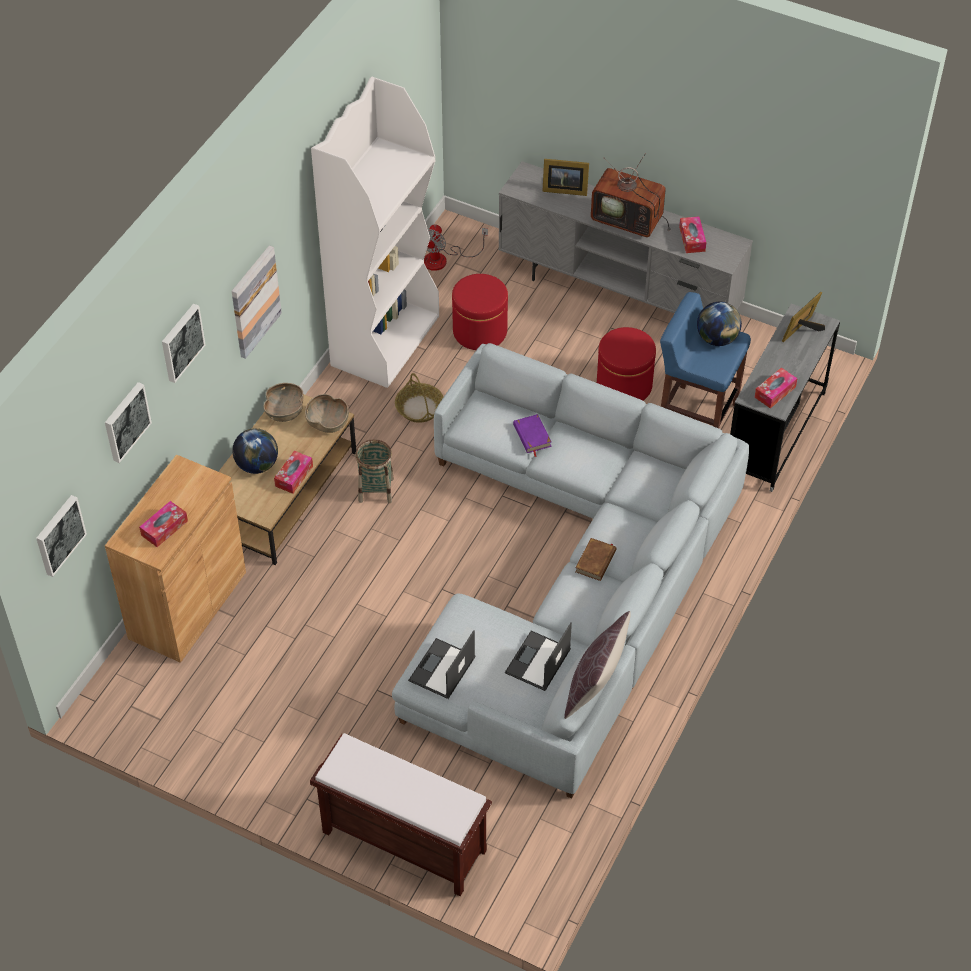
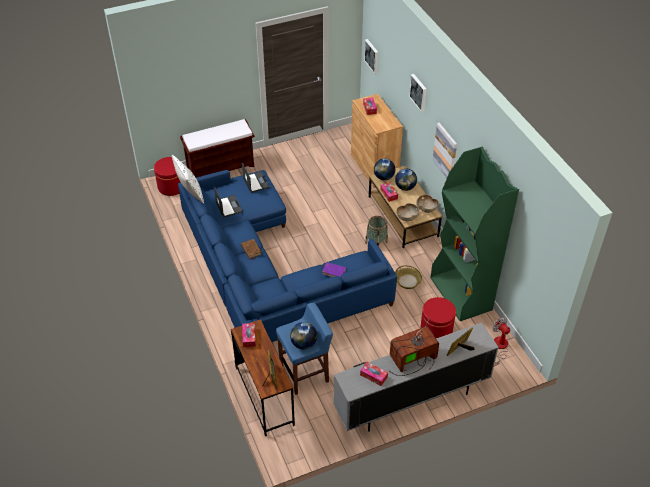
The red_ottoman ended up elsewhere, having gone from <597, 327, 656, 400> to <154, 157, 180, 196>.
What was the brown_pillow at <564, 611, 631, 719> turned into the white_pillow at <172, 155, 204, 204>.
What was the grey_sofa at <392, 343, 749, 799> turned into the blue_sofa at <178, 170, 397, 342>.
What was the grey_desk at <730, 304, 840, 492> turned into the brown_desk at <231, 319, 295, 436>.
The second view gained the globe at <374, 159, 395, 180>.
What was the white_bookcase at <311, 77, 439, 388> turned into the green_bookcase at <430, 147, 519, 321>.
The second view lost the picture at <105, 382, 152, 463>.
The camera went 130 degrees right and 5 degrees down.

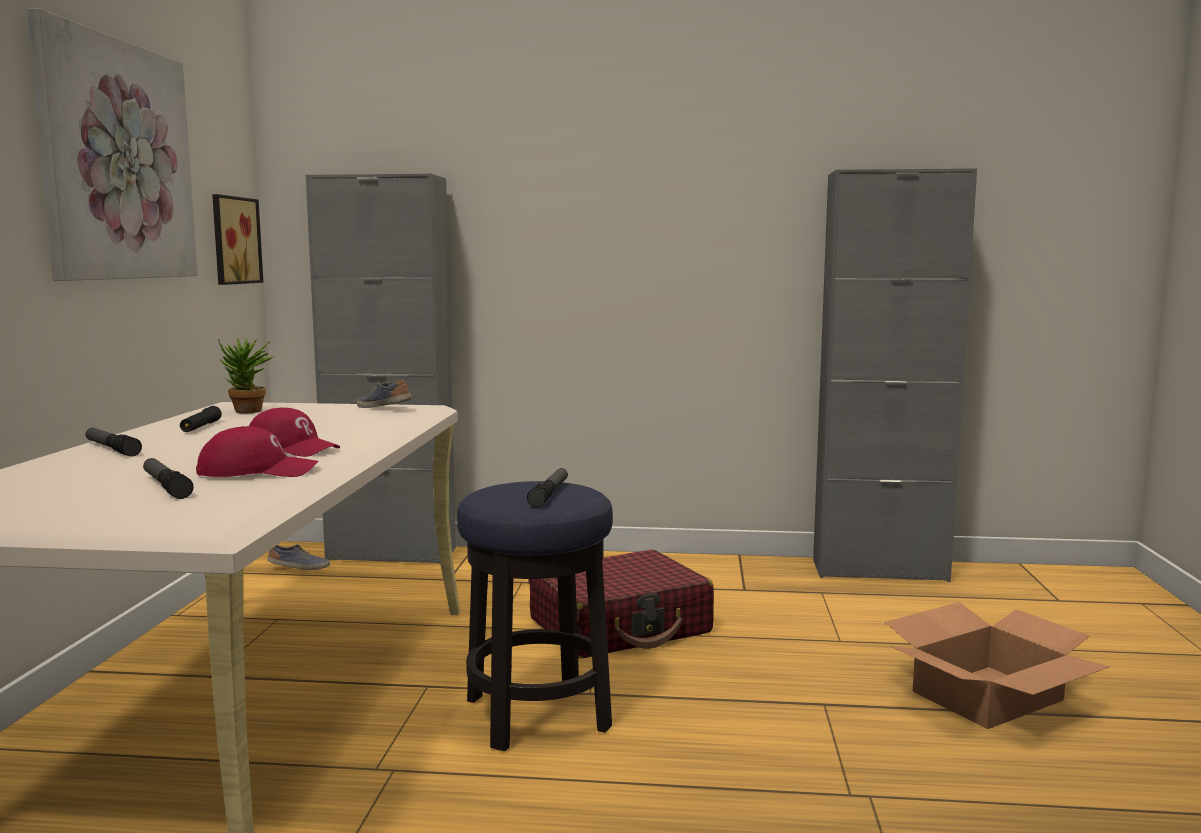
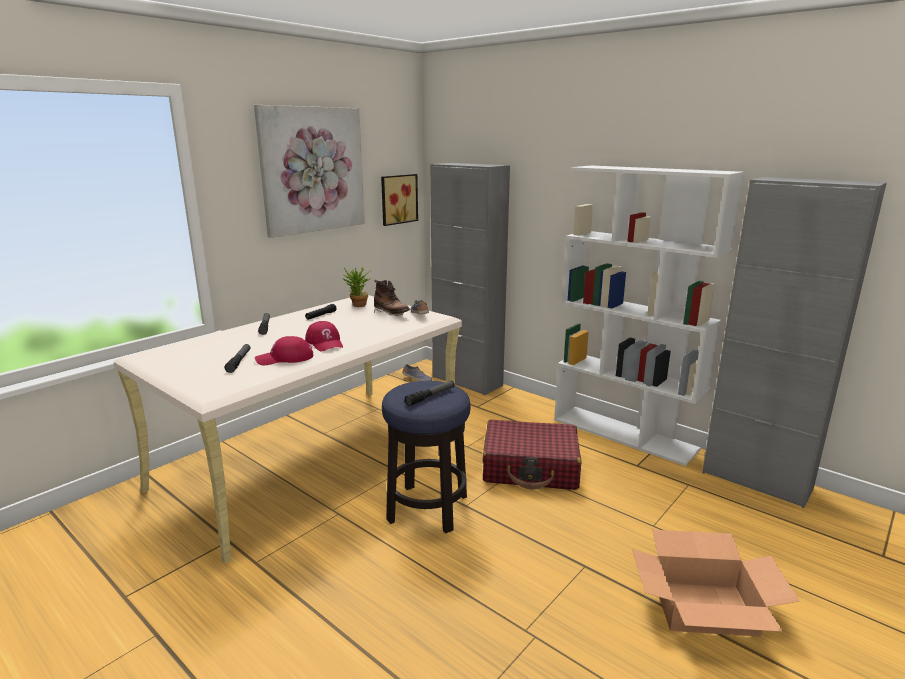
The red_cap at <196, 426, 318, 477> ended up facing another way, 135 degrees clockwise from before.
The second view gained the brown_boot at <374, 280, 410, 316>.
The second view gained the white_bookcase at <554, 166, 745, 466>.
The camera went 35 degrees right and 10 degrees up.

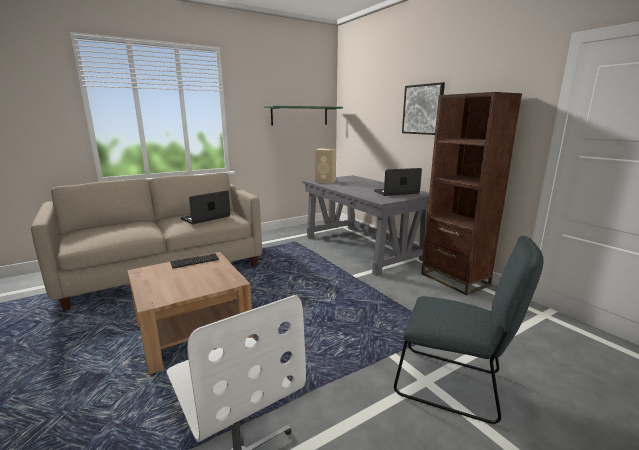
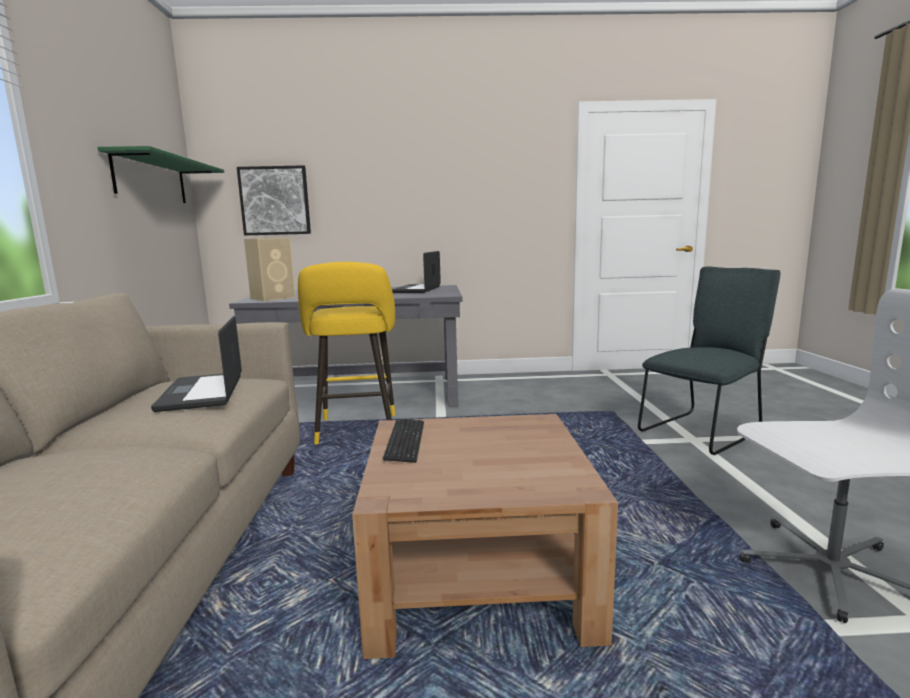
The picture ended up elsewhere, having gone from <402, 82, 445, 135> to <237, 165, 311, 235>.
The second view gained the yellow_stool at <298, 262, 395, 444>.
The second view lost the brown_bookcase at <421, 92, 522, 295>.
The camera went 60 degrees left and 5 degrees down.

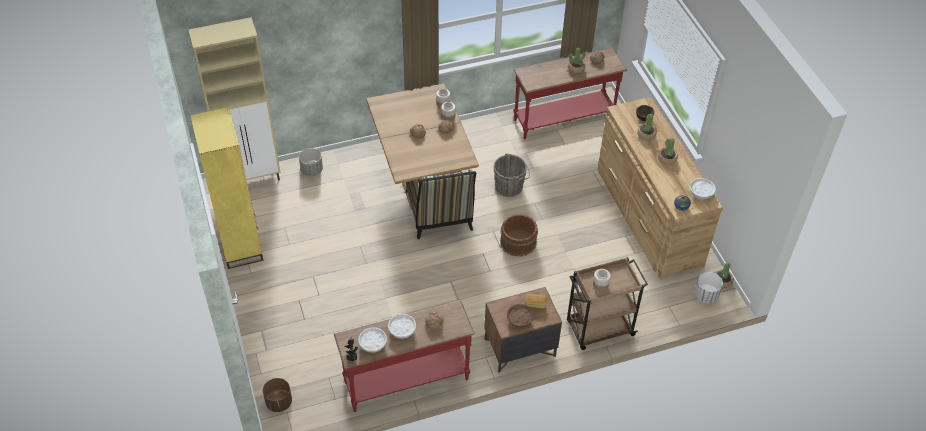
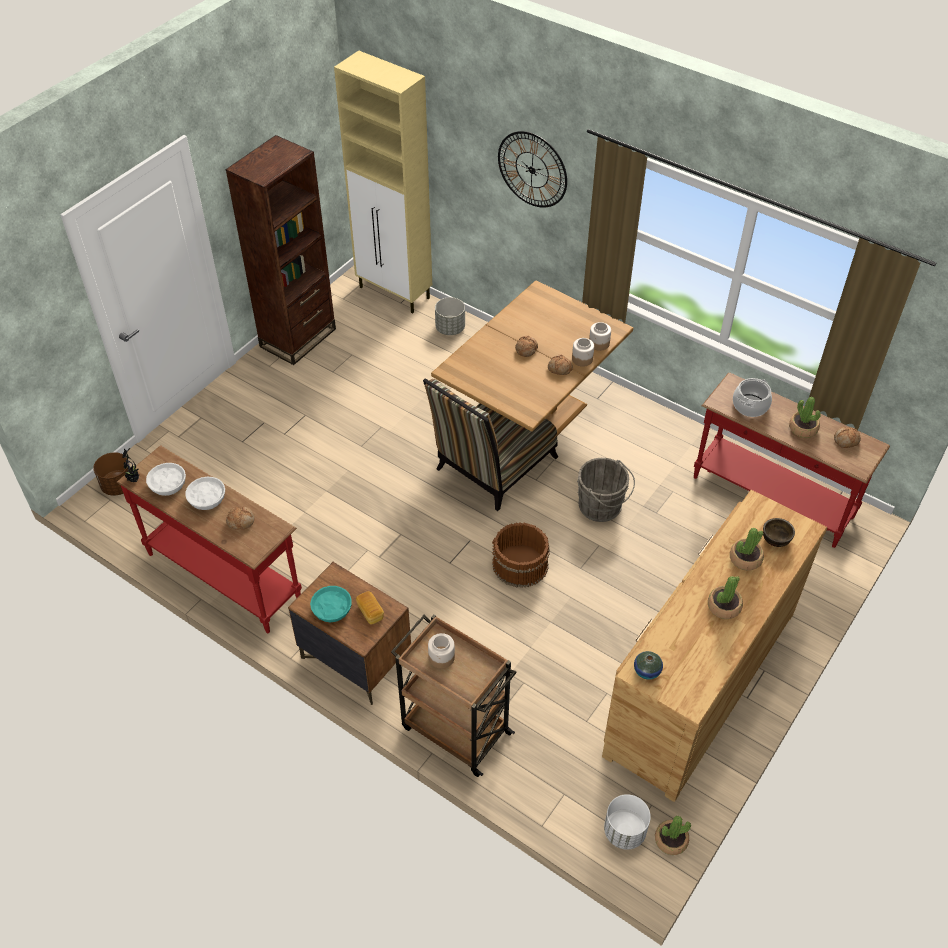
What was the yellow_bookcase at <190, 107, 263, 269> turned into the brown_bookcase at <226, 135, 336, 365>.
What was the brown_bowl at <507, 304, 534, 328> turned into the turquoise_bowl at <310, 586, 352, 622>.
The second view gained the wall_clock at <498, 131, 567, 208>.
The second view gained the cooking_pot at <733, 378, 772, 417>.
The second view lost the white_bowl at <690, 178, 716, 200>.
The camera went 55 degrees right and 0 degrees up.

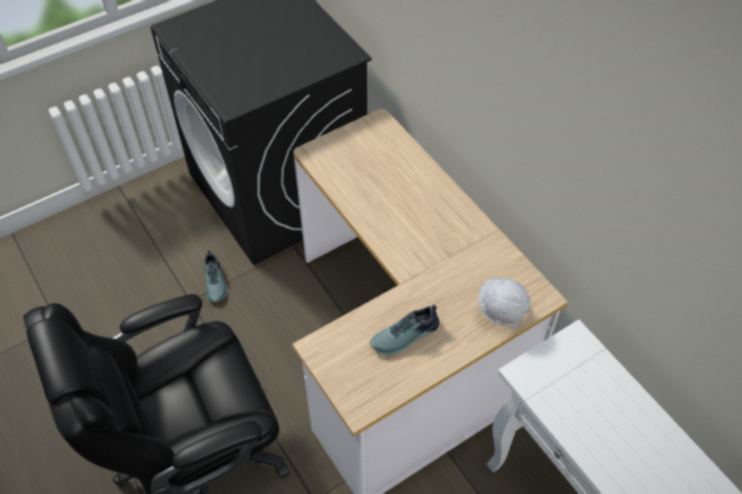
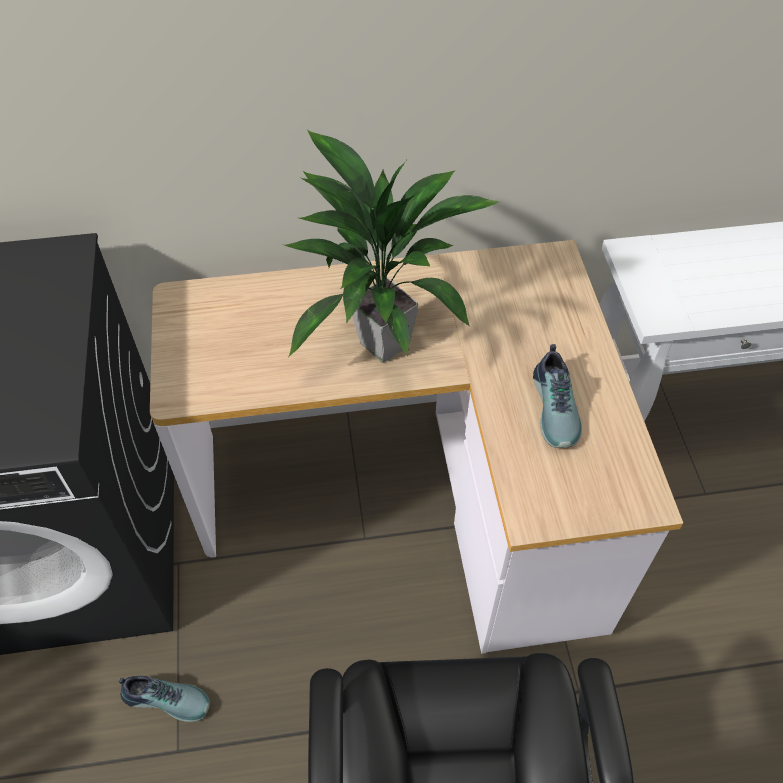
The second view gained the potted_plant at <284, 130, 500, 363>.
The second view lost the white_hard_hat at <478, 277, 531, 327>.
The camera went 65 degrees left and 0 degrees up.

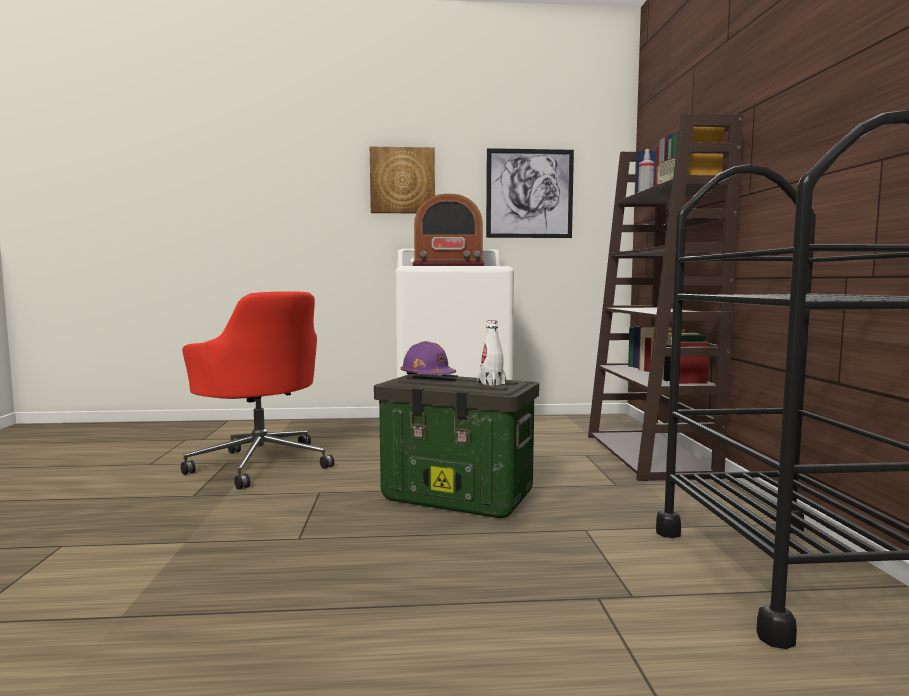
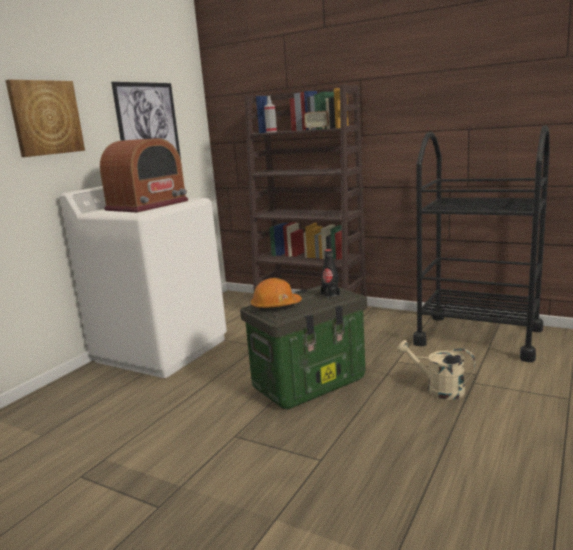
What was the purple_hard_hat at <401, 341, 456, 375> turned into the orange_hard_hat at <251, 278, 302, 310>.
What was the white_bottle at <477, 320, 506, 387> turned into the black_bottle at <321, 249, 340, 298>.
The second view gained the beige_watering_can at <397, 340, 476, 400>.
The second view lost the red_office_chair at <181, 291, 334, 490>.
The camera went 55 degrees left and 10 degrees up.

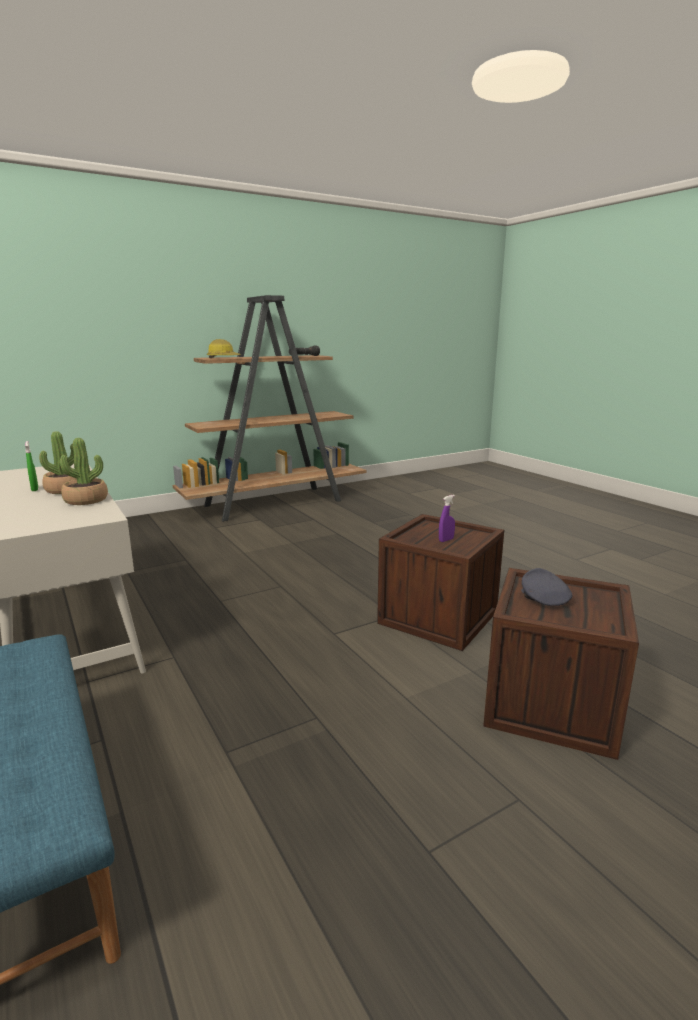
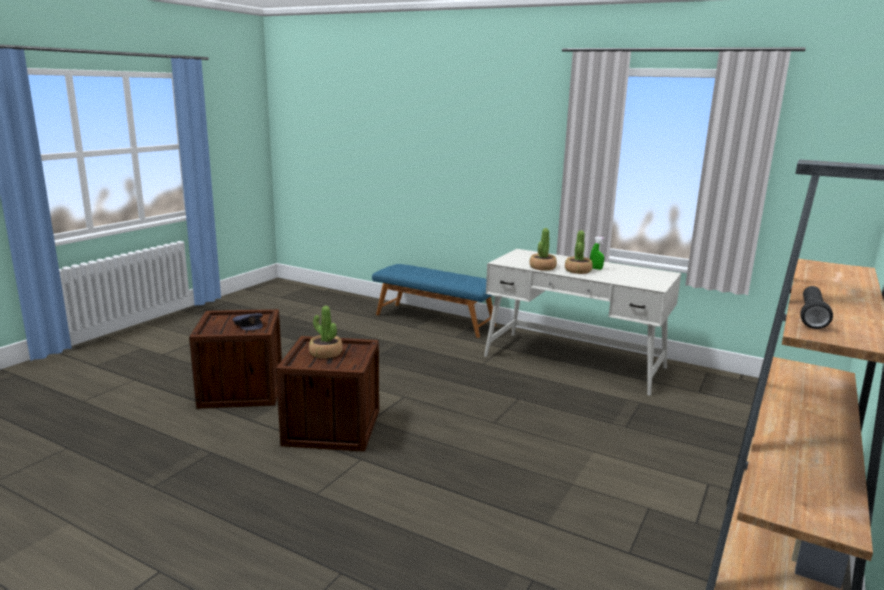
Where the purple_spray_bottle stood at <439, 495, 455, 542>, the potted_plant came to stand at <309, 306, 343, 358>.
The second view lost the hard_hat at <207, 339, 241, 358>.
The camera went 150 degrees right and 0 degrees up.

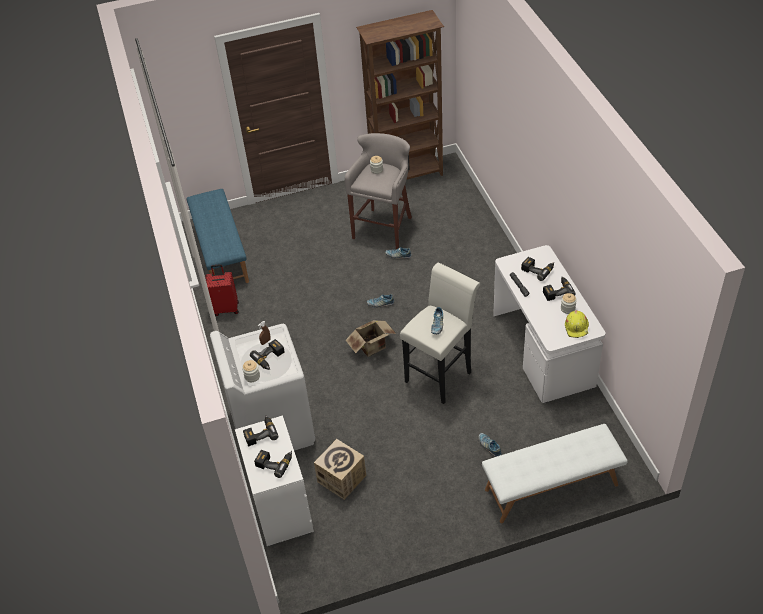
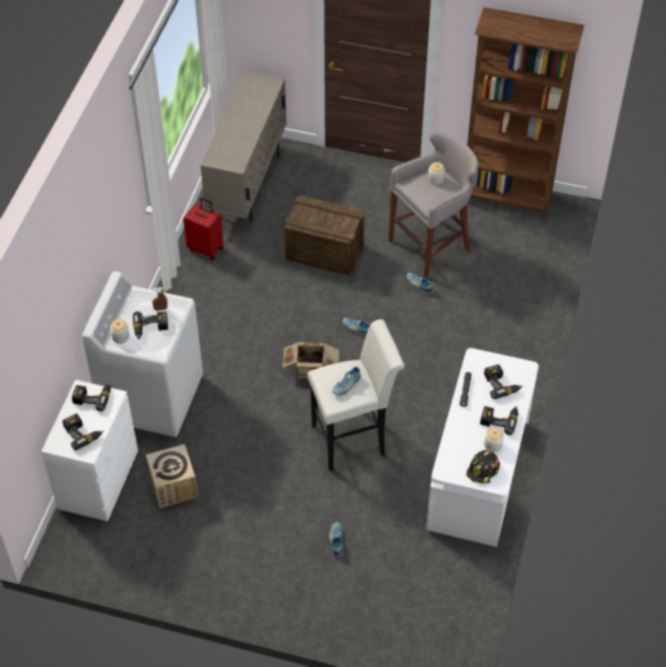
Where the blue_bench stood at <186, 189, 249, 283>, the beige_cabinet came to stand at <200, 71, 287, 222>.
The second view gained the crate at <284, 195, 365, 276>.
What was the yellow_hard_hat at <565, 310, 589, 338> turned into the black_hard_hat at <466, 450, 500, 484>.
The second view lost the white_bench at <482, 424, 628, 523>.
The camera went 30 degrees right and 5 degrees up.

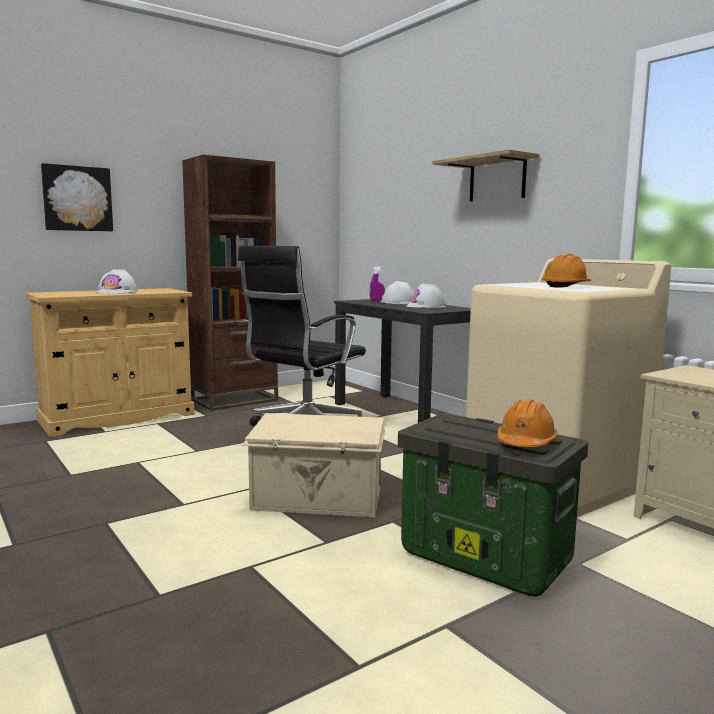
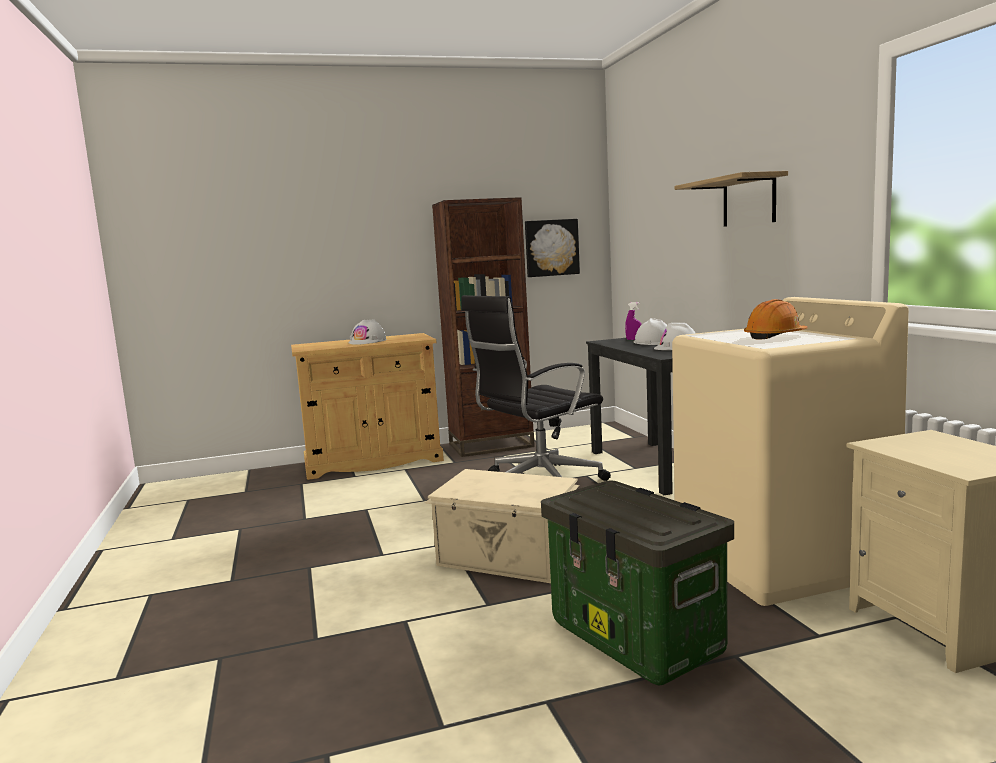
The picture ended up elsewhere, having gone from <41, 163, 113, 231> to <525, 219, 580, 277>.
The second view lost the orange_hard_hat at <497, 399, 557, 447>.
The camera went 20 degrees right and 0 degrees up.

